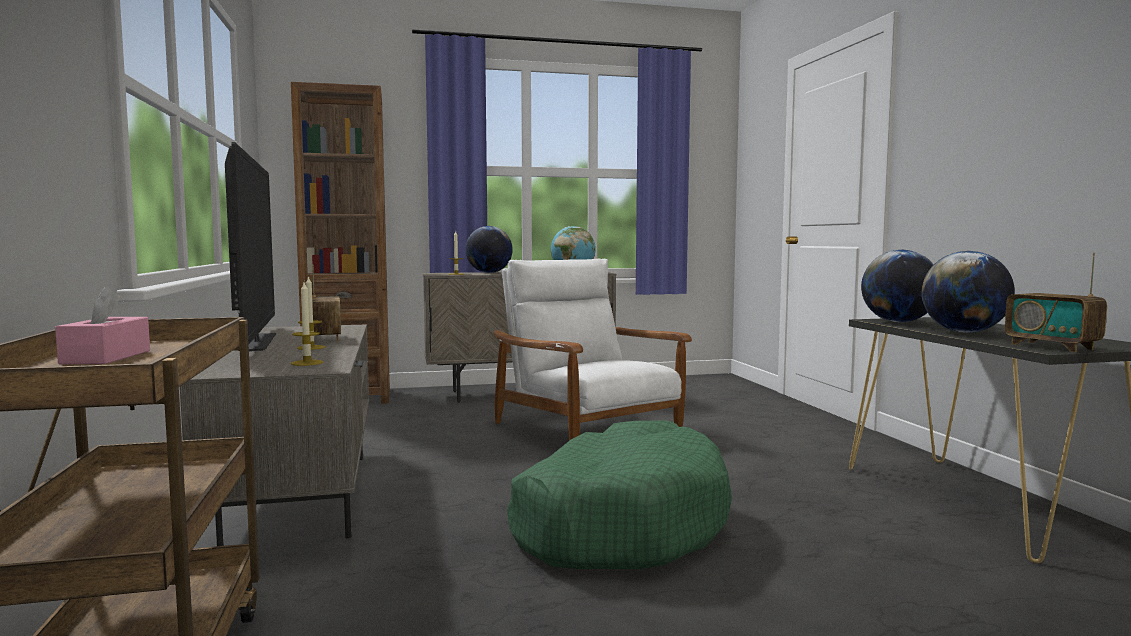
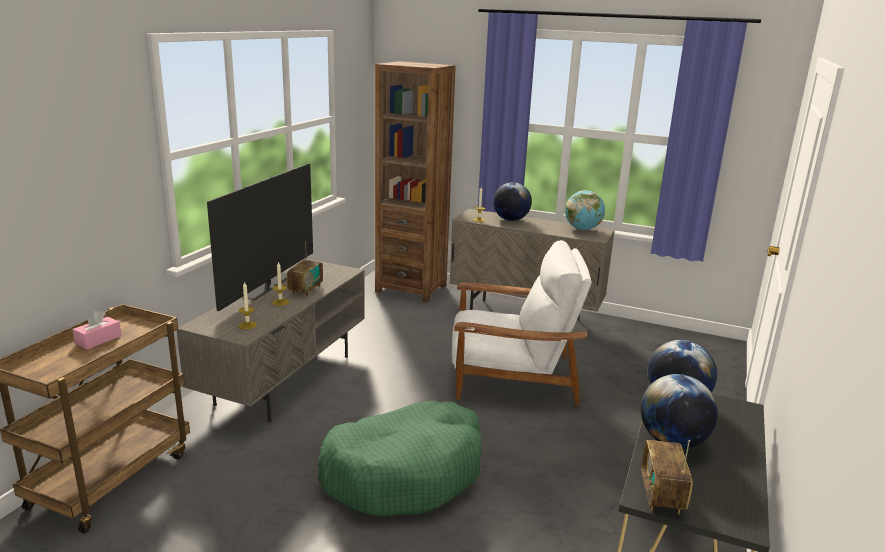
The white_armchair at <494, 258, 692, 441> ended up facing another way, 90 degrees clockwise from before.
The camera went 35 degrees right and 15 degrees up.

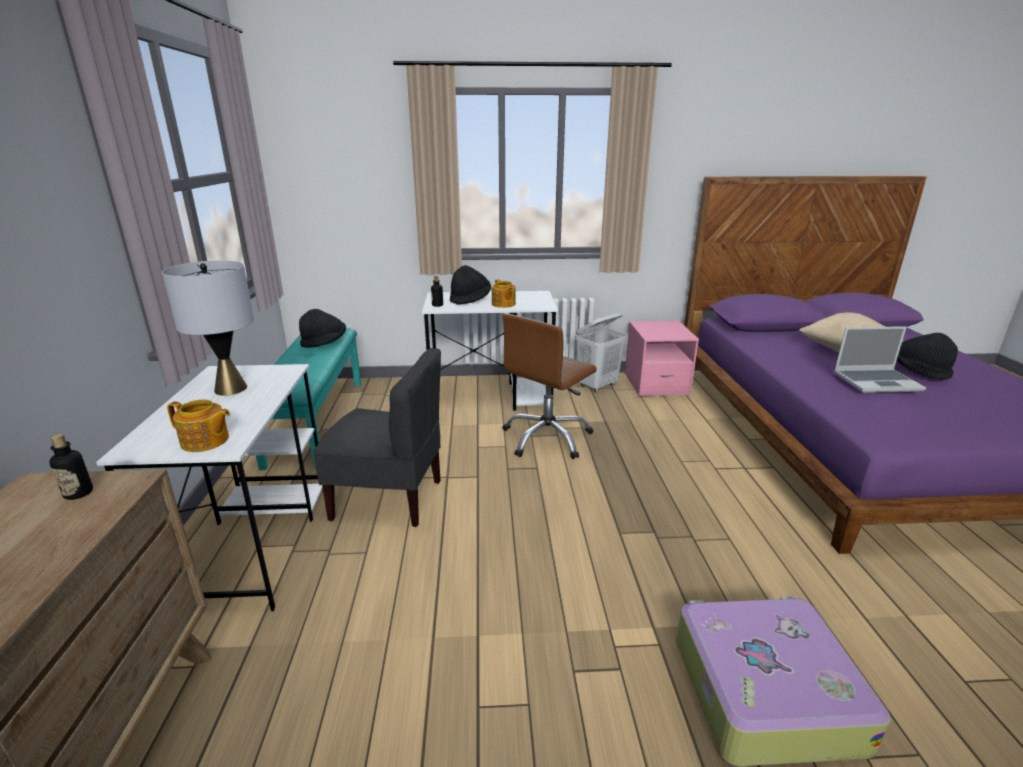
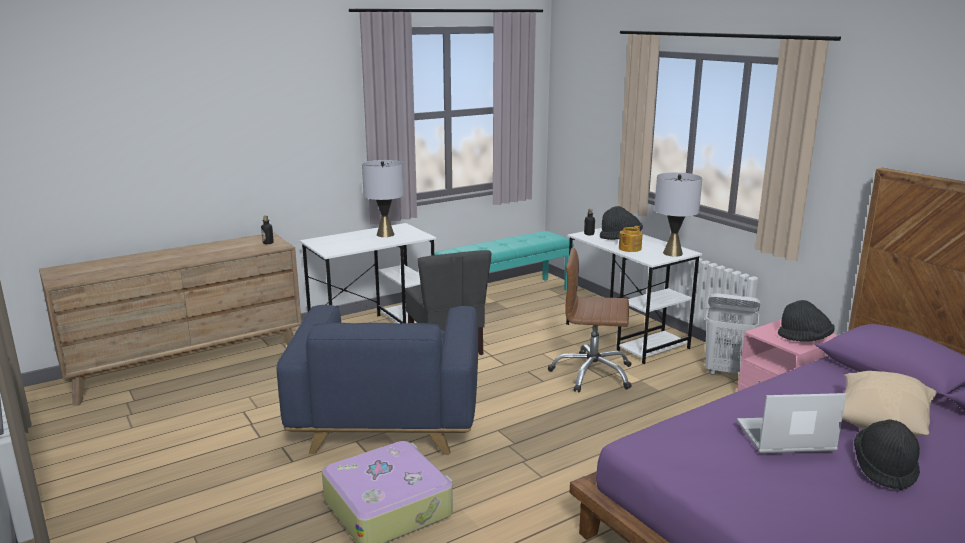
The second view gained the blue_armchair at <277, 305, 478, 455>.
The second view gained the grey_table_lamp at <654, 172, 702, 257>.
The laptop at <834, 326, 926, 393> ended up facing another way, 120 degrees clockwise from before.
The black_hat ended up elsewhere, having gone from <299, 309, 346, 348> to <778, 300, 835, 342>.
The second view lost the teapot at <167, 399, 230, 452>.
The camera went 60 degrees right and 5 degrees down.

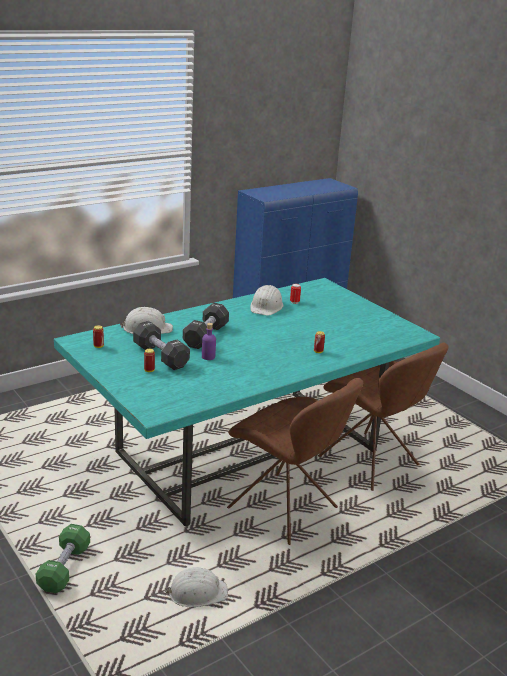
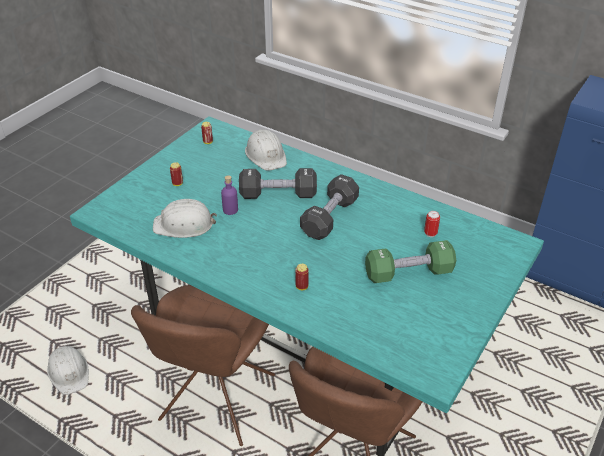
The white_hard_hat ended up elsewhere, having gone from <250, 285, 283, 315> to <153, 199, 217, 238>.
The black_dumbbell ended up elsewhere, having gone from <133, 321, 190, 370> to <300, 174, 359, 240>.
The green_dumbbell ended up elsewhere, having gone from <36, 524, 90, 593> to <365, 240, 456, 283>.
The camera went 70 degrees right and 15 degrees up.

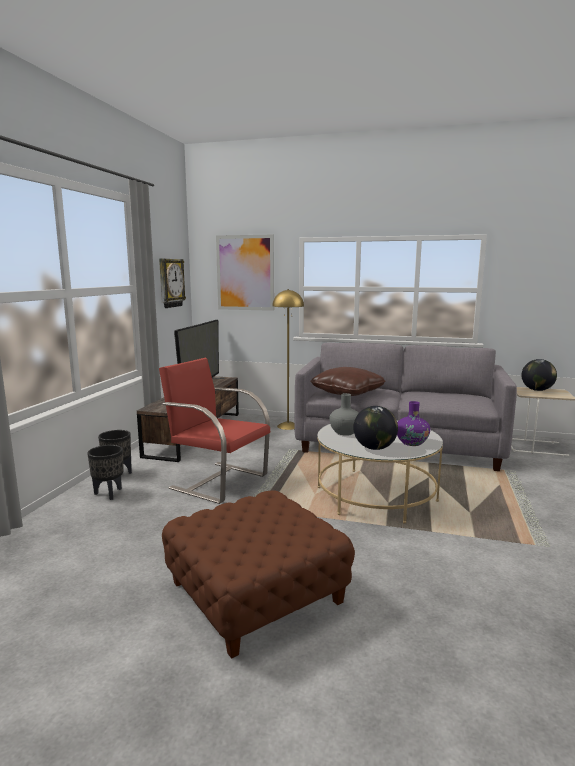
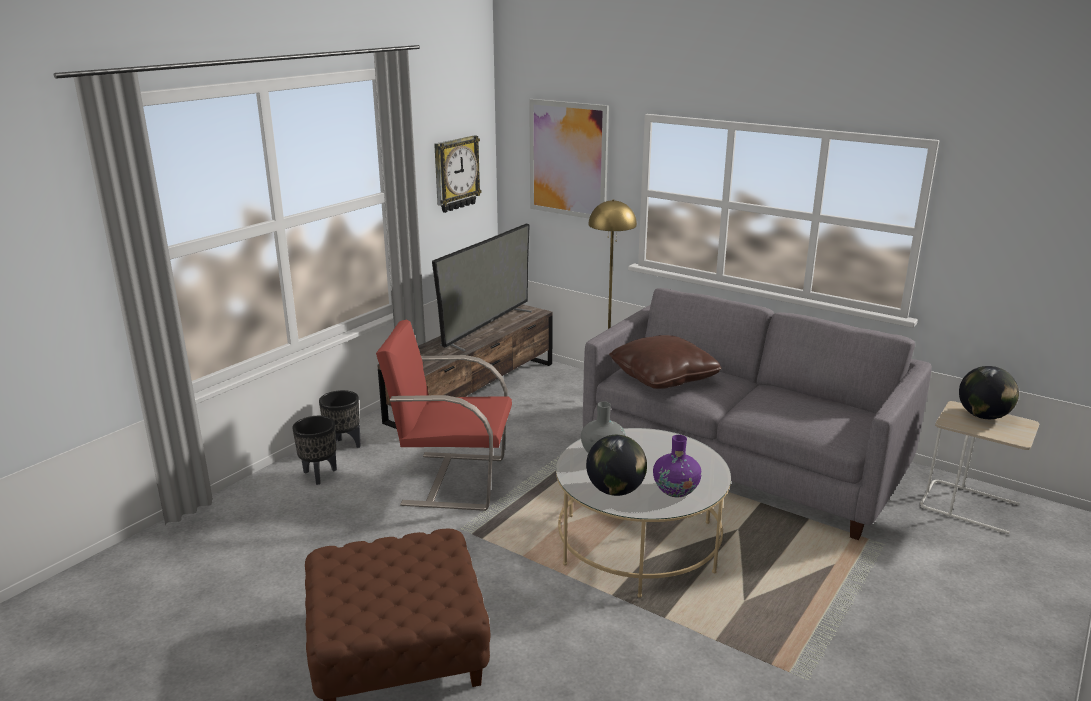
The red_armchair at <159, 357, 270, 504> ended up facing another way, 45 degrees counterclockwise from before.
The camera went 20 degrees right and 10 degrees up.

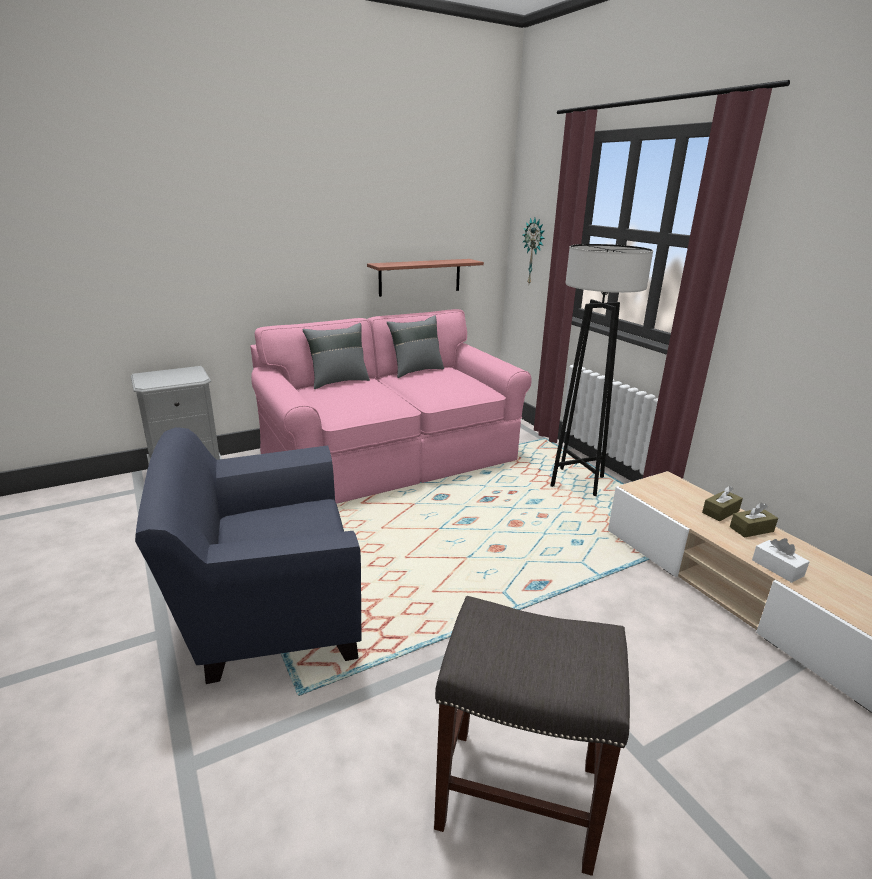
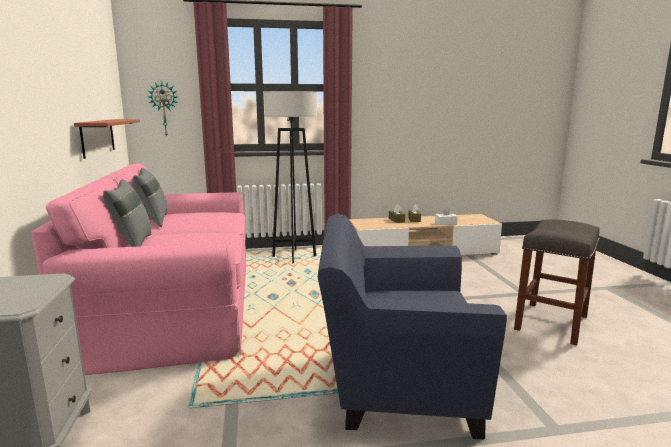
The blue_armchair at <135, 427, 361, 684> ended up facing another way, 90 degrees clockwise from before.
The camera went 70 degrees left and 10 degrees down.

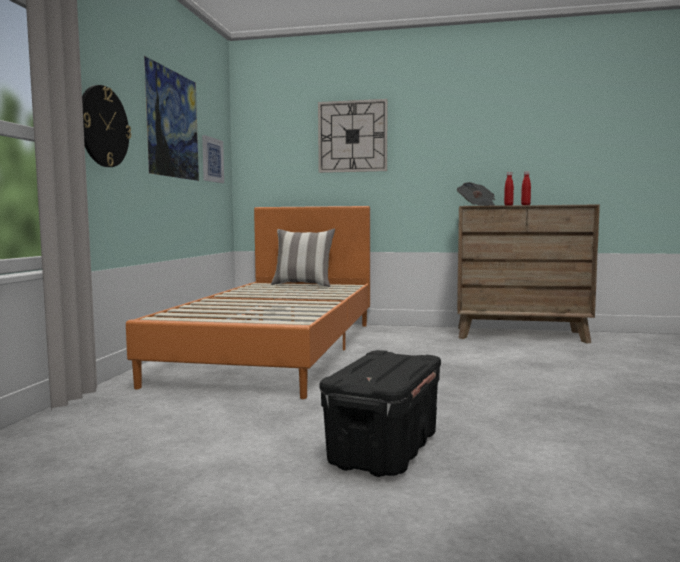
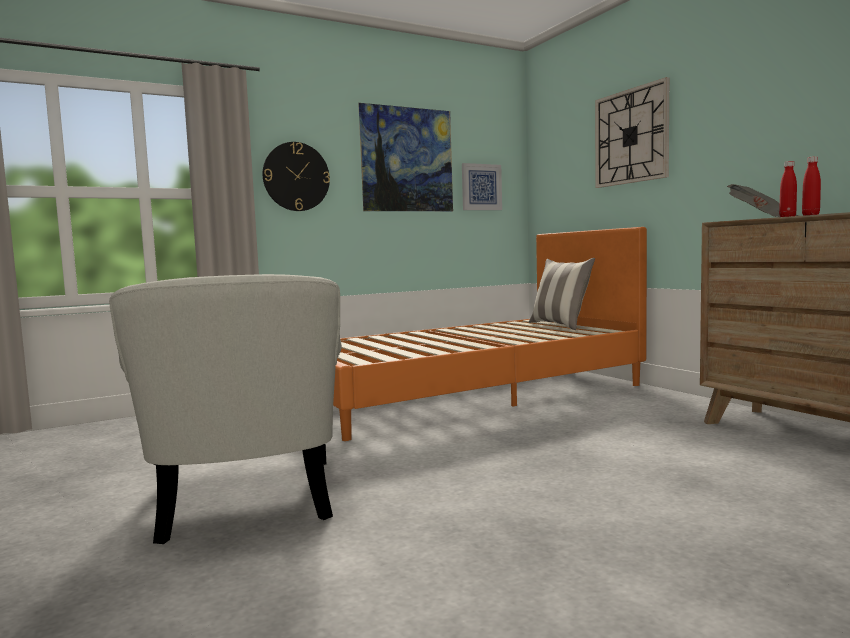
Where the black_storage_box stood at <320, 350, 441, 477>, the white_armchair came to stand at <109, 274, 342, 544>.
The camera went 50 degrees right and 0 degrees up.

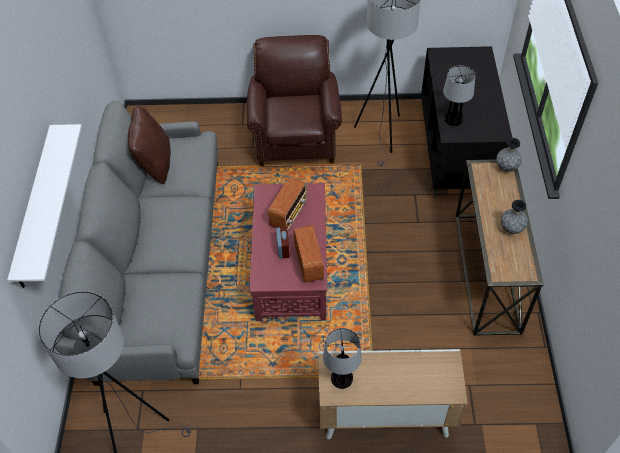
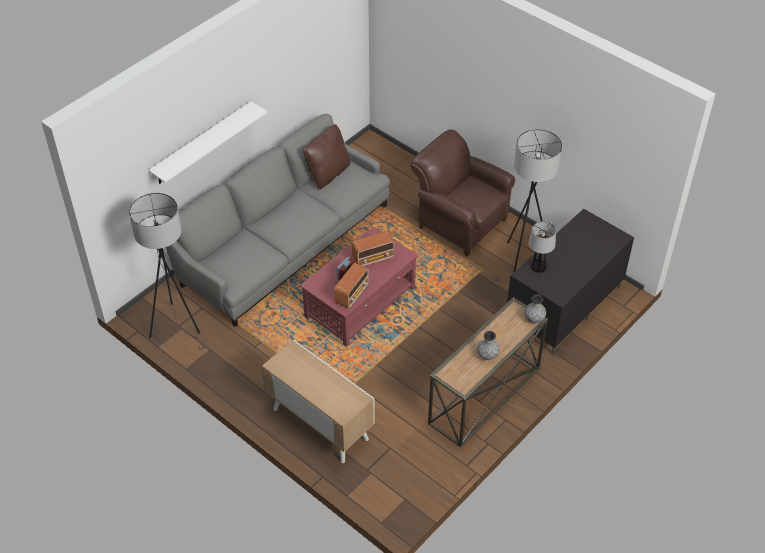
The brown_armchair at <247, 35, 342, 166> ended up facing another way, 90 degrees counterclockwise from before.
The second view lost the table_lamp at <323, 328, 362, 389>.
The camera went 40 degrees right and 5 degrees down.

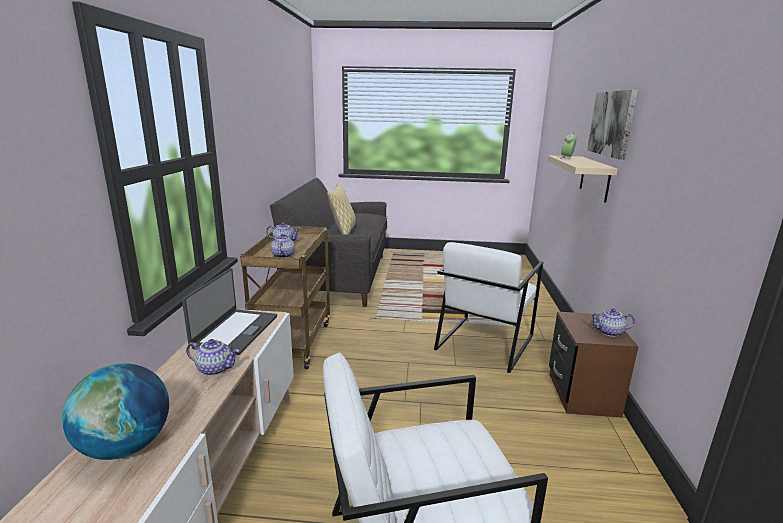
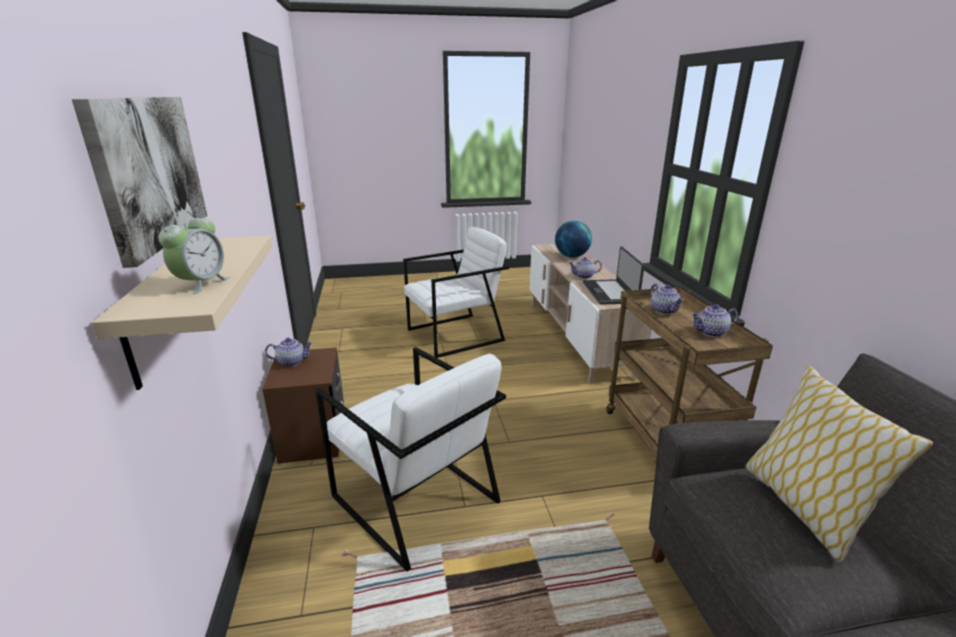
The white_armchair at <434, 242, 543, 373> ended up facing another way, 120 degrees clockwise from before.
The camera went 165 degrees right and 5 degrees up.

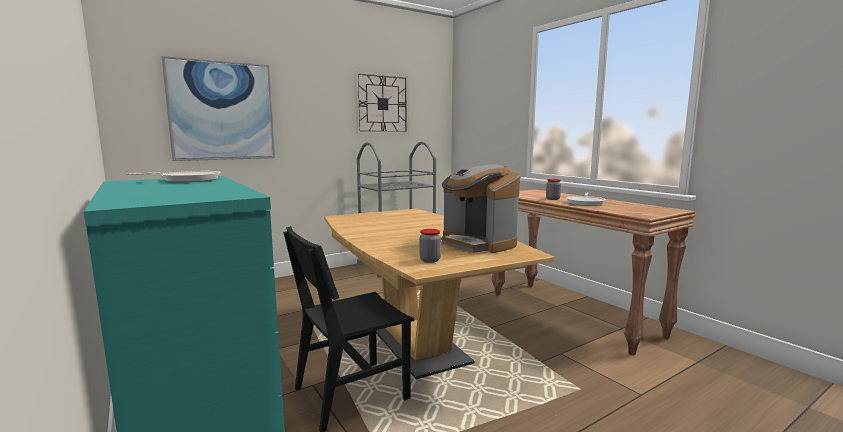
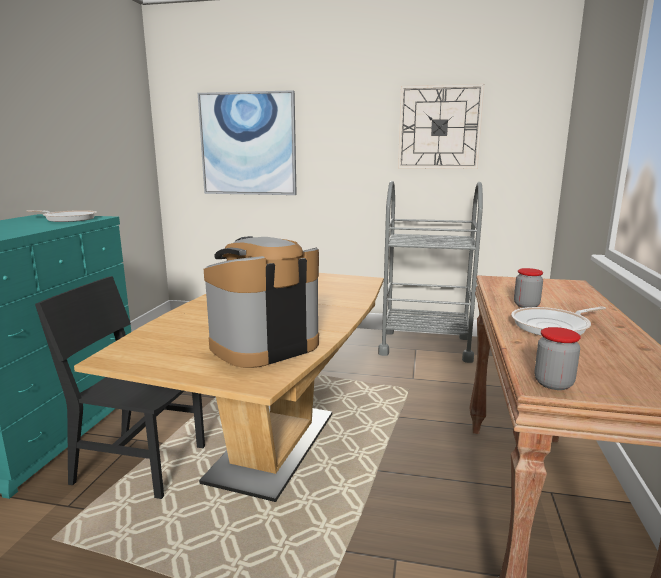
The coffee_machine at <442, 164, 520, 253> ended up facing another way, 45 degrees clockwise from before.
The jar ended up elsewhere, having gone from <420, 229, 441, 263> to <535, 327, 581, 390>.
The camera went 45 degrees right and 5 degrees up.

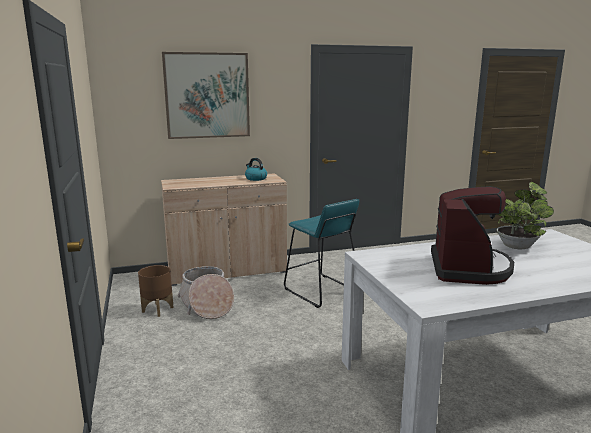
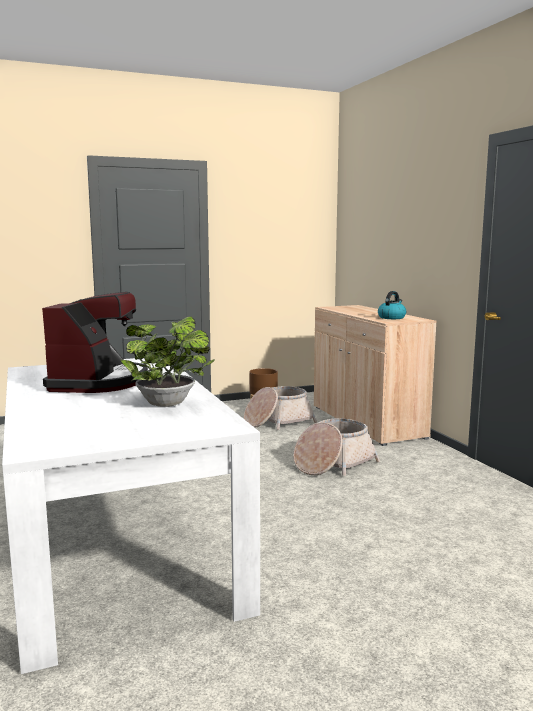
The coffee_machine at <431, 186, 514, 285> ended up facing another way, 90 degrees counterclockwise from before.
Where the turquoise_stool stood at <284, 199, 359, 308>, the basket came to stand at <293, 418, 380, 476>.
The second view lost the picture at <162, 52, 250, 139>.
The camera went 85 degrees right and 5 degrees down.

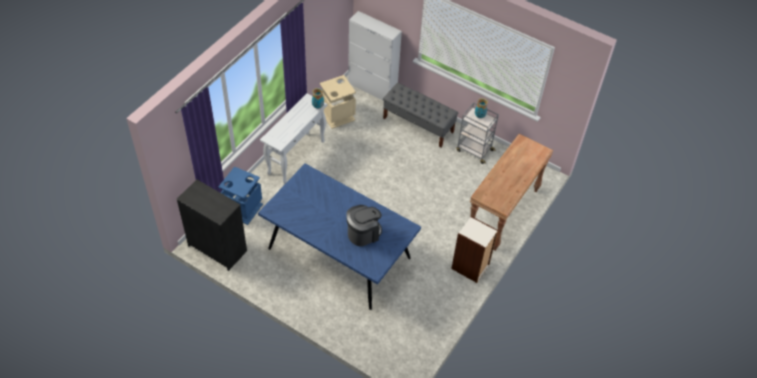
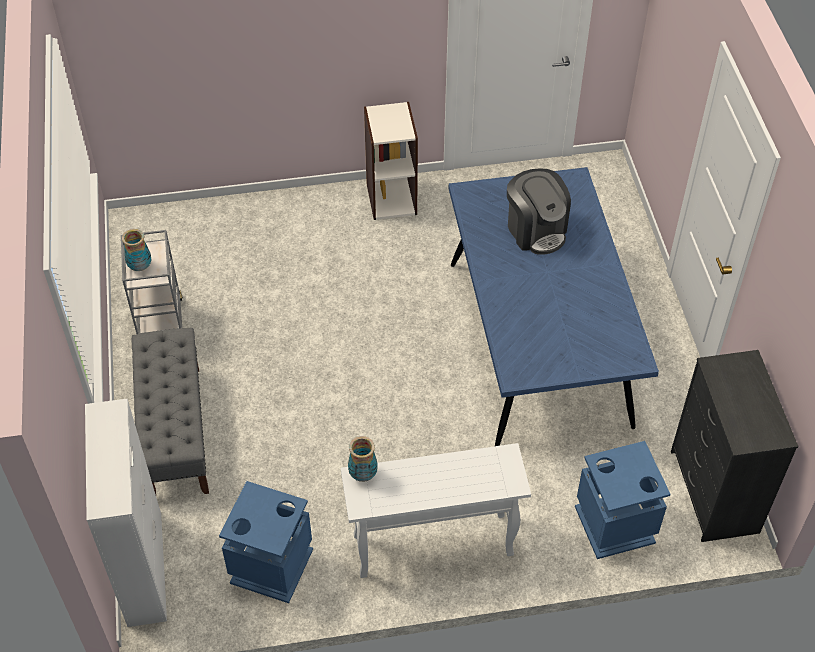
What was the beige_trash_can at <320, 75, 356, 129> turned into the blue_trash_can at <219, 481, 313, 603>.
The coffee_machine at <346, 205, 382, 246> ended up facing another way, 135 degrees counterclockwise from before.
The second view lost the brown_console_table at <470, 134, 553, 251>.
The camera went 130 degrees left and 0 degrees up.

